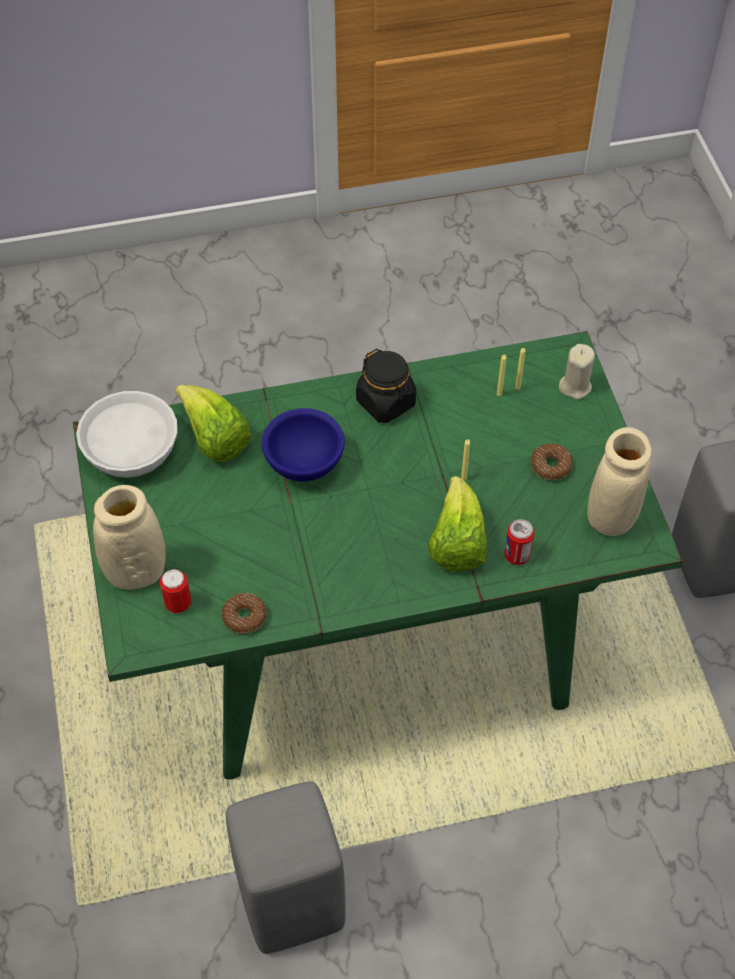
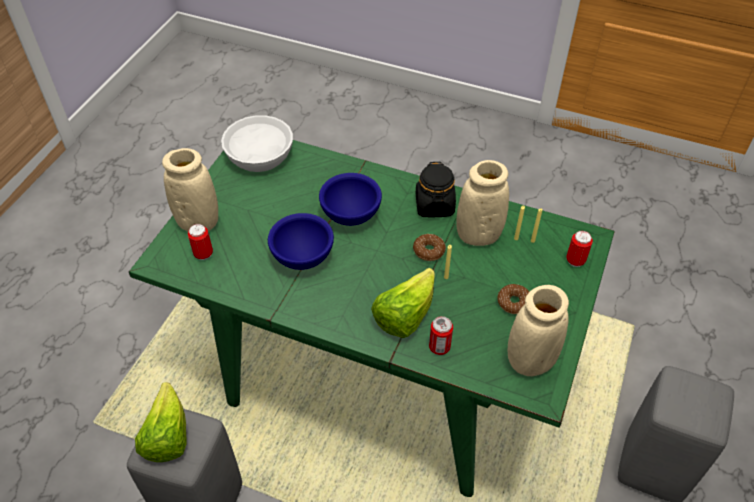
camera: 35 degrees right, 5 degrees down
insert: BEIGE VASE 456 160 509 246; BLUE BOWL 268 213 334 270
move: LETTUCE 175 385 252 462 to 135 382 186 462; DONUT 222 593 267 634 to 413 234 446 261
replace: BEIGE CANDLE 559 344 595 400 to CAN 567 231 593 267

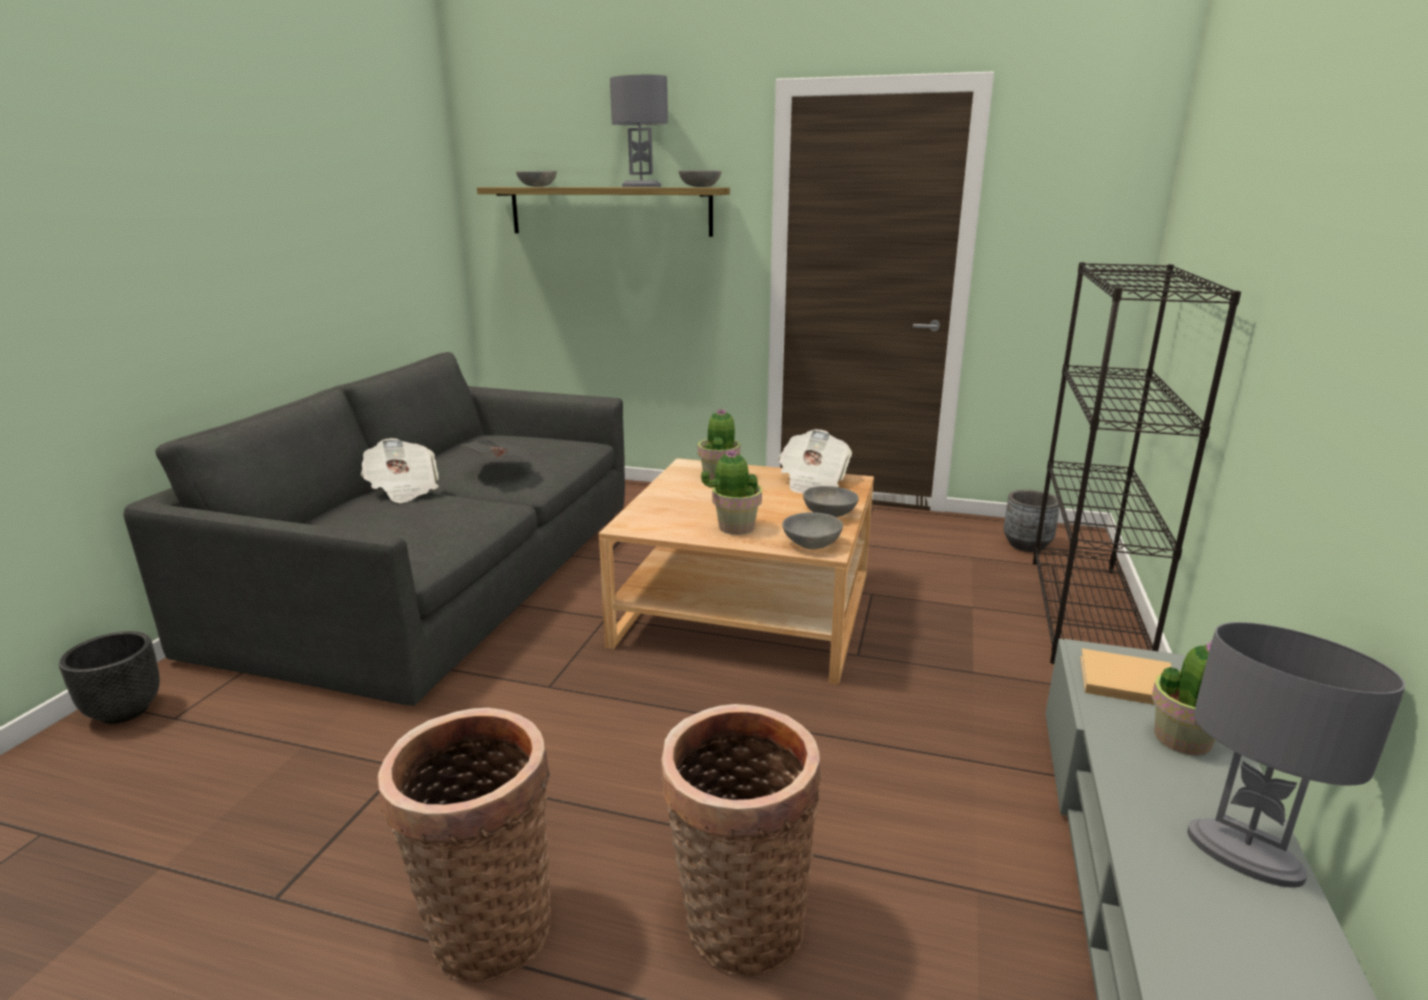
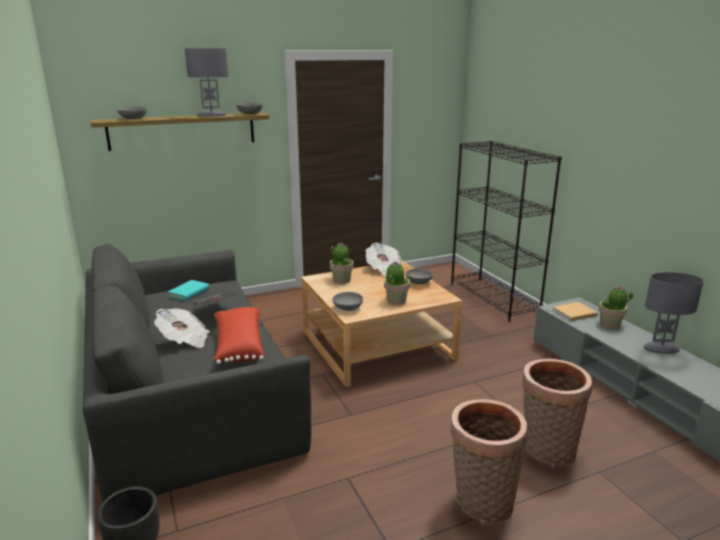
camera: 40 degrees left, 0 degrees up
delete: GREY PLANTER 1004 490 1059 552
insert: TURQUOISE BOOK 168 280 210 301; RED PILLOW 213 307 264 364
move: GREY BOWL 782 512 843 549 to 332 292 363 311

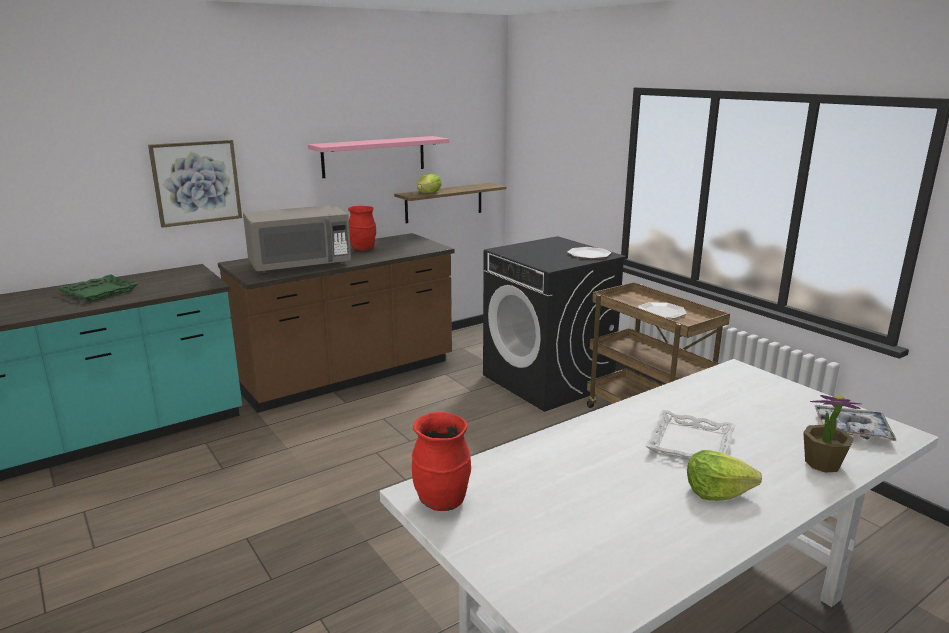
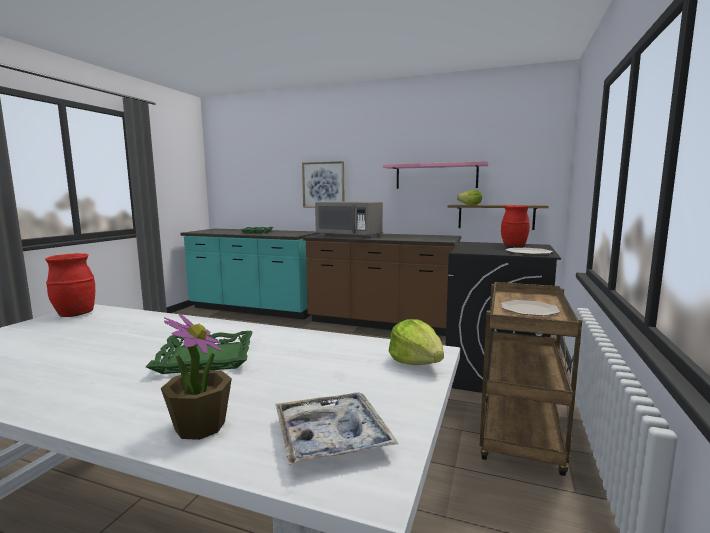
camera: 55 degrees right, 10 degrees down
move: RED VASE 348 206 376 251 to 501 205 530 247; LETTUCE 687 450 762 501 to 389 319 444 365
recolor: WHITE TRAY 645 410 735 461 to GREEN TRAY 146 331 253 374

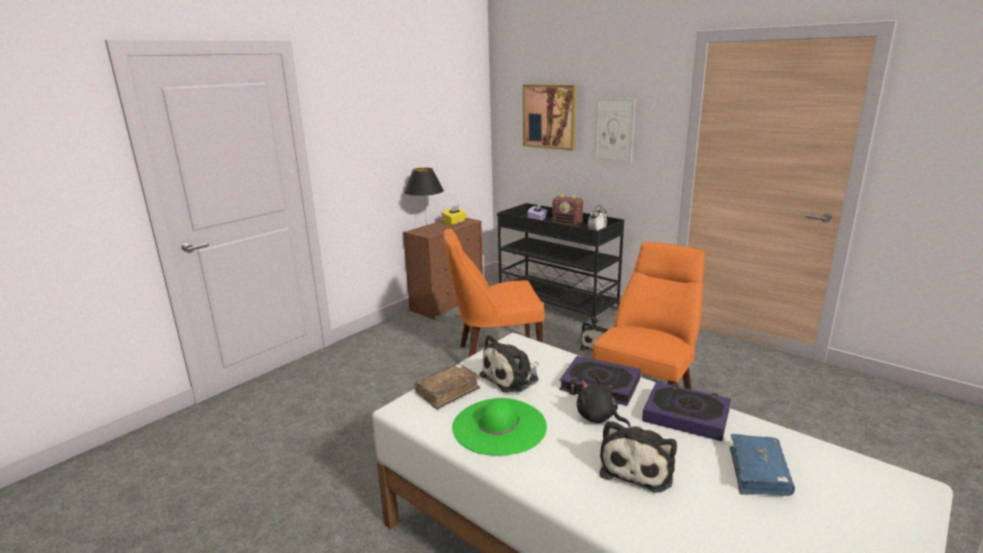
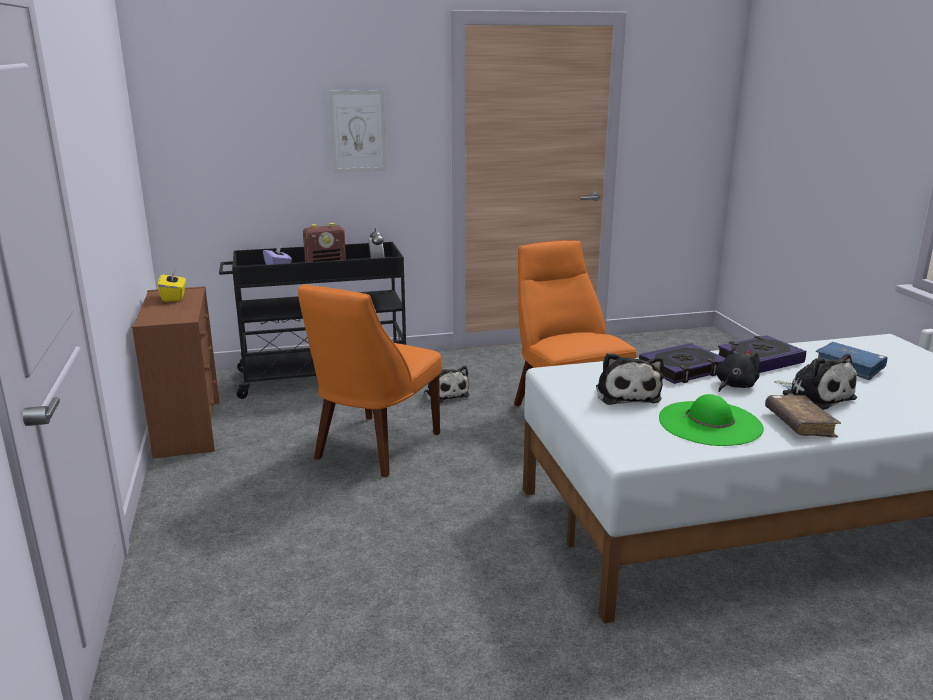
camera: 55 degrees left, 0 degrees up
delete: PICTURE 523 84 577 151; BLACK TABLE LAMP 404 168 444 230
move: BROWN BOOK 415 363 481 410 to 765 395 841 438
rotate: BLACK PLUSH TOY 577 376 631 427 = 716 347 760 392 150 degrees clockwise

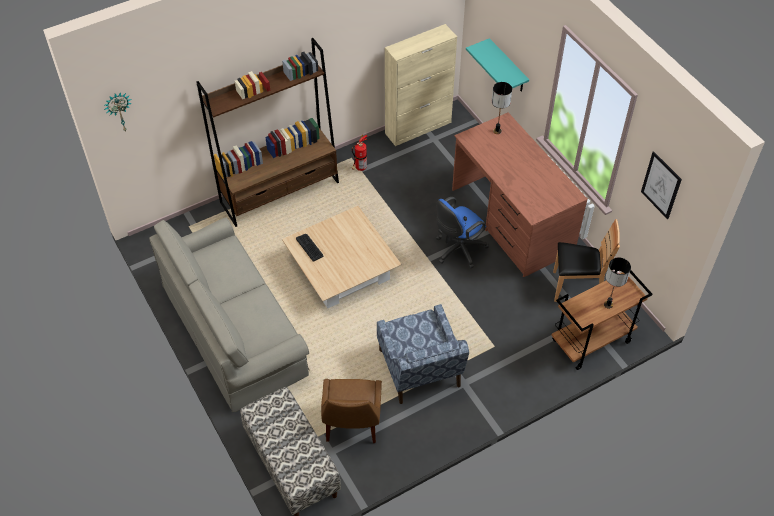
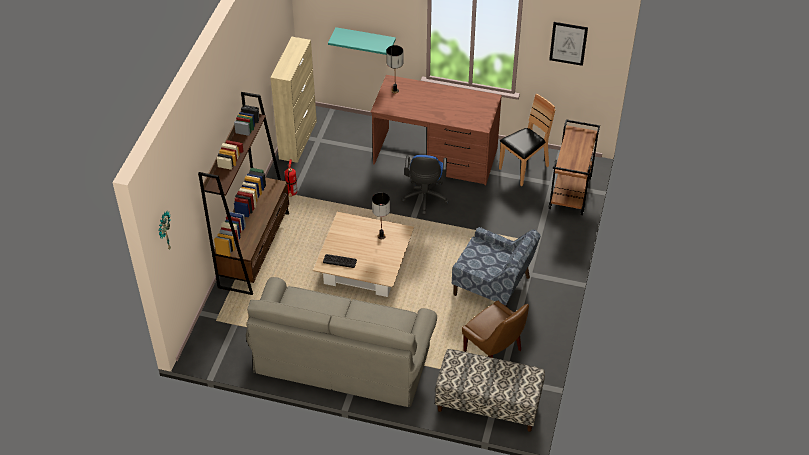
camera: 45 degrees left, 5 degrees down
move: TABLE LAMP 604 257 631 309 to 372 192 390 240

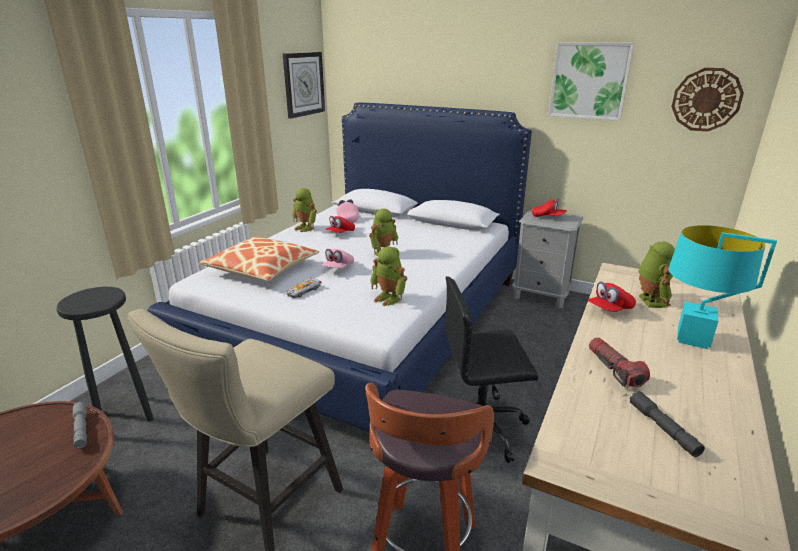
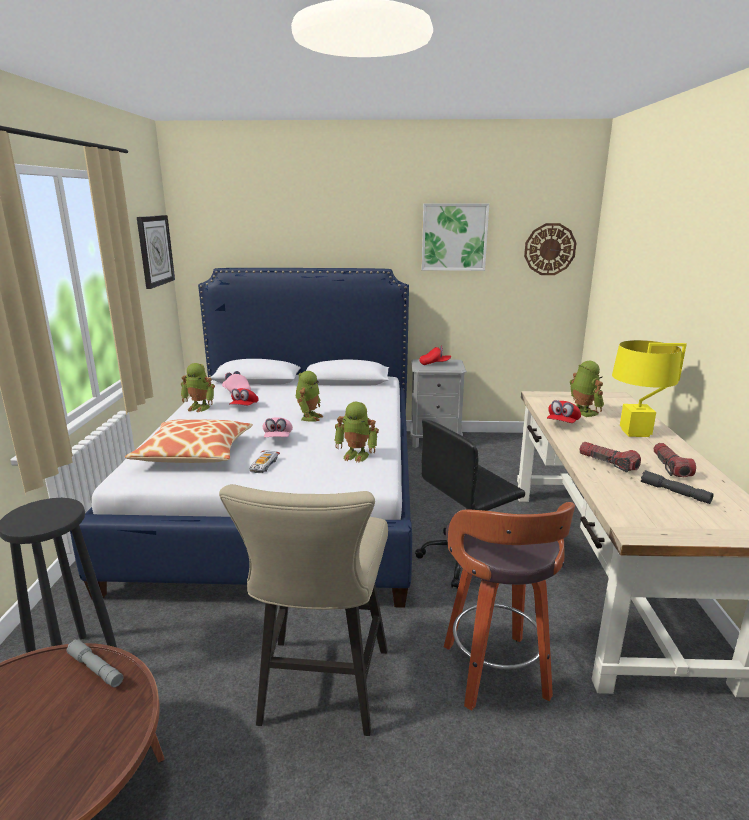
camera: 25 degrees left, 5 degrees down
insert: FLASHLIGHT 653 443 696 477
recolor: TURQUOISE TABLE LAMP 669 225 777 349 to YELLOW TABLE LAMP 612 340 687 437

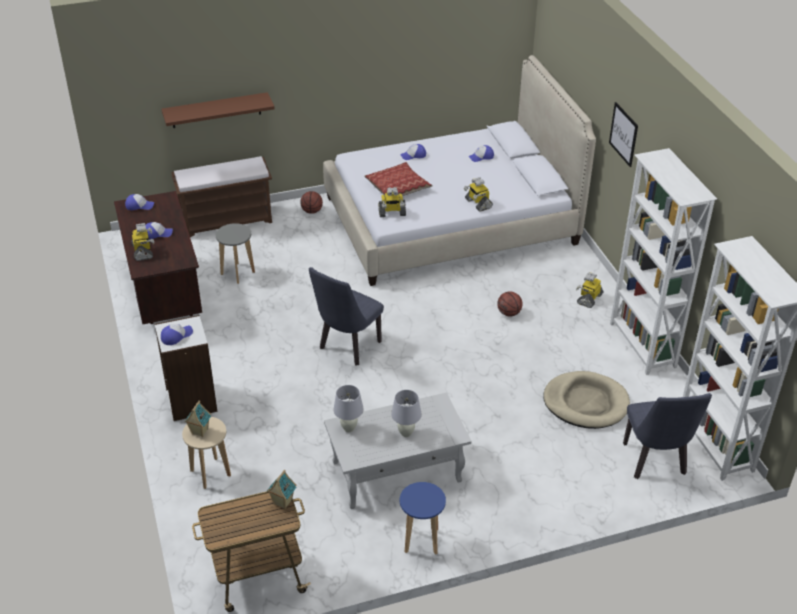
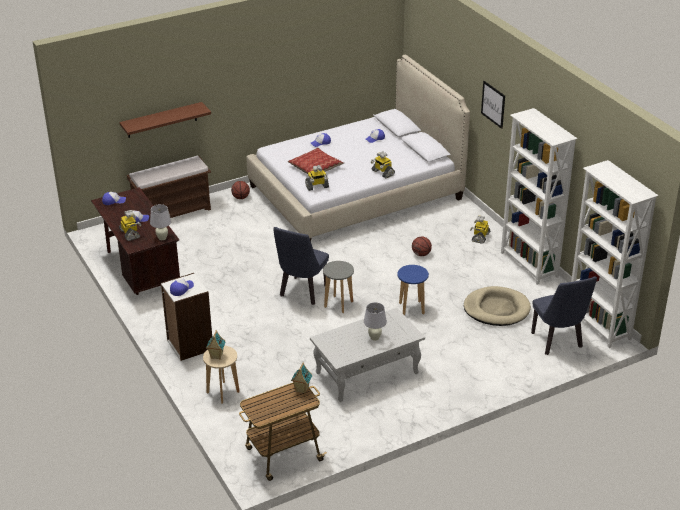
camera: 10 degrees left, 5 degrees down
move: GREY STOOL 216 223 255 284 to 323 261 354 313; WHITE TABLE LAMP 333 385 364 432 to 150 204 171 240; BLUE STOOL 400 482 446 554 to 397 265 429 315

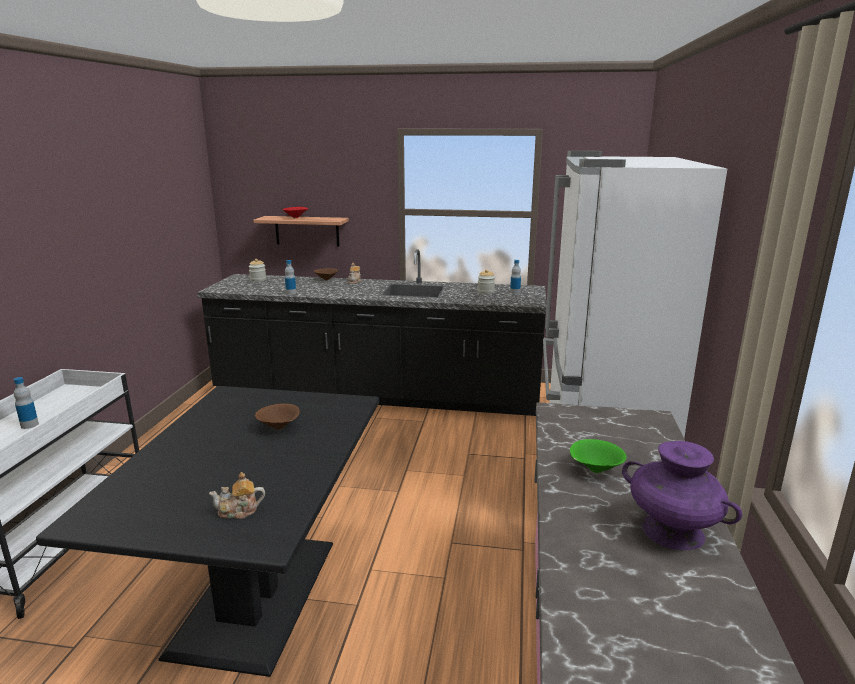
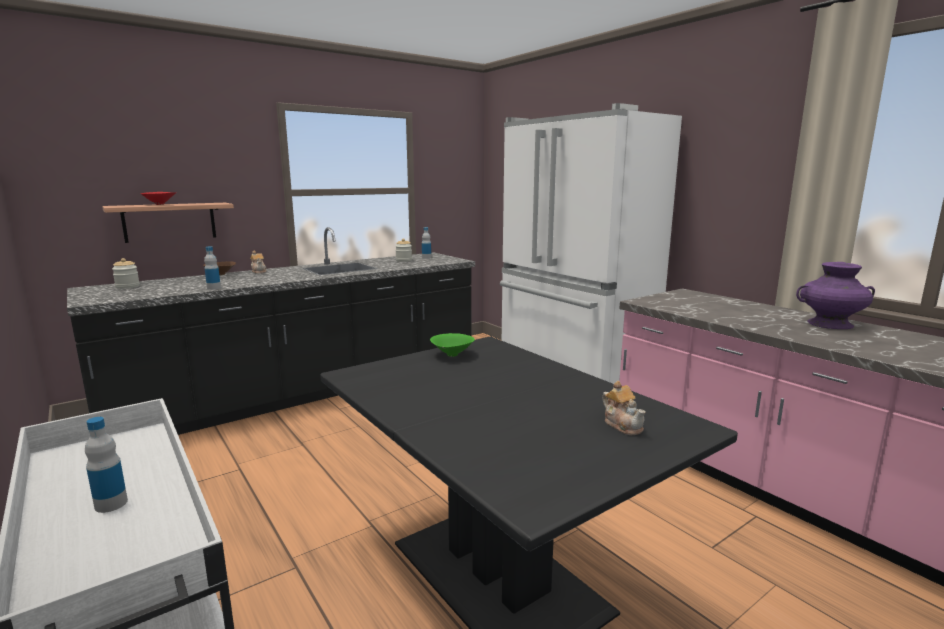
camera: 45 degrees left, 5 degrees down
delete: BROWN BOWL 255 404 300 430
move: GREEN BOWL 570 439 626 473 to 430 333 475 357
rotate: TEAPOT 209 472 265 519 = 602 381 646 435 60 degrees counterclockwise

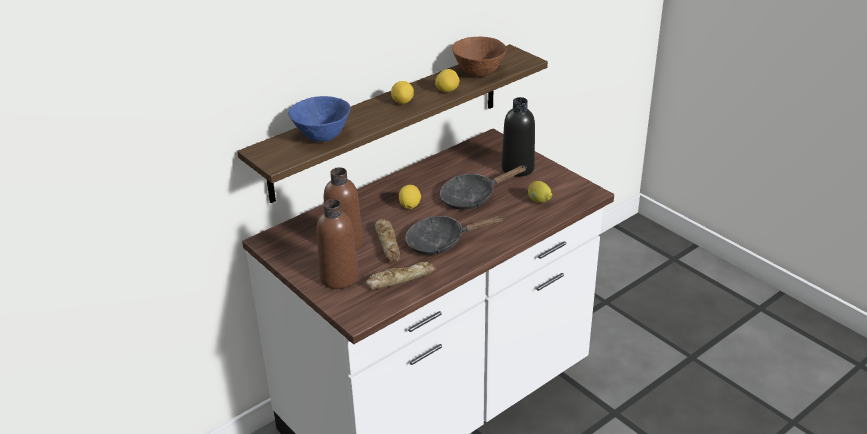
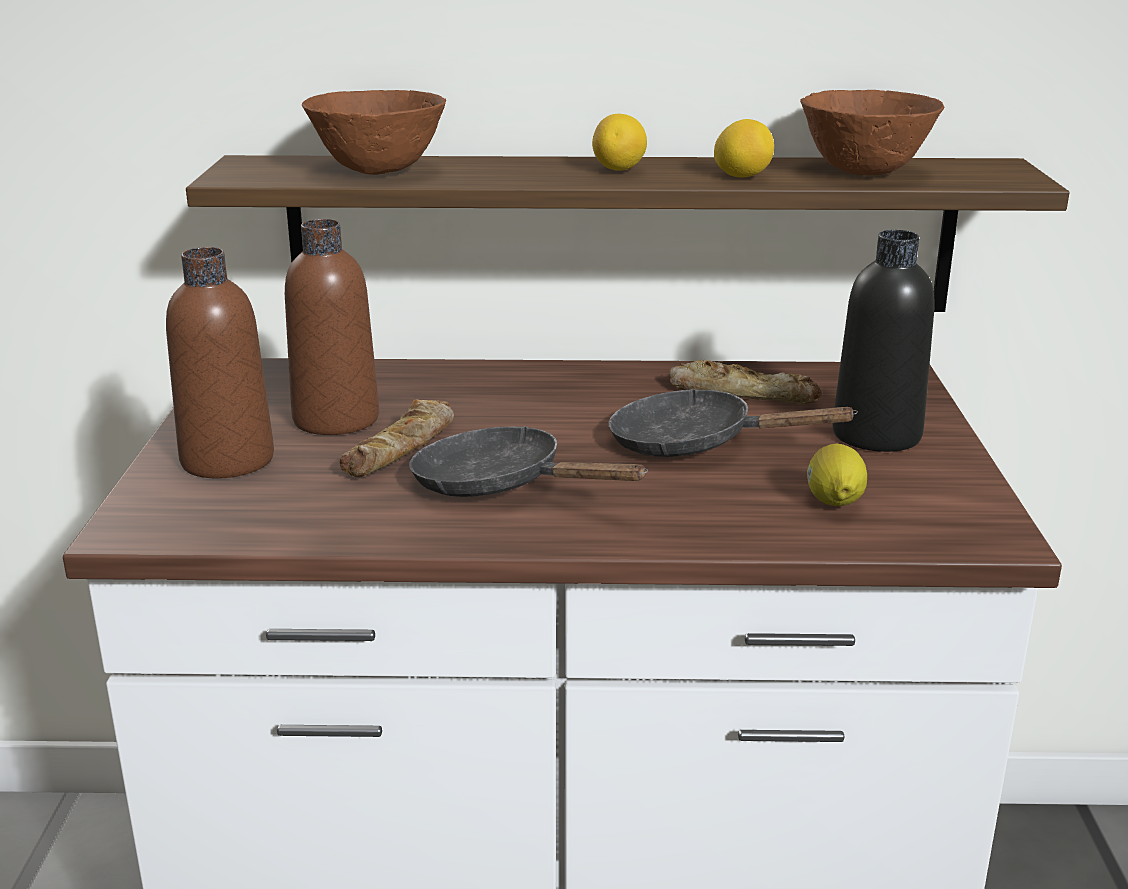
camera: 40 degrees right, 10 degrees down
delete: LEMON 399 185 421 209
move: BREAD 366 262 436 290 to 669 360 822 404
recolor: BLUE BOWL 288 96 351 142 to BROWN BOWL 302 90 446 175

